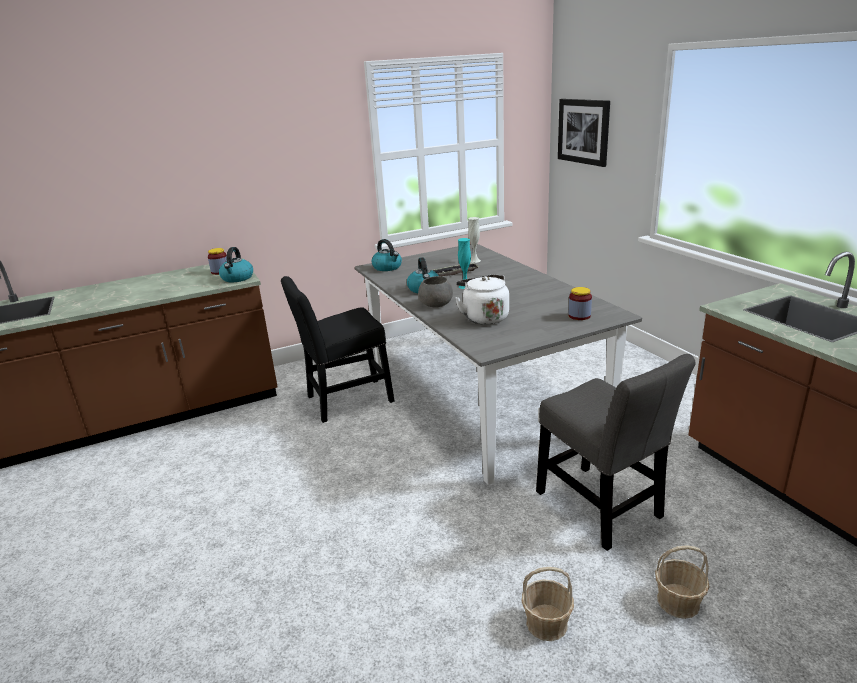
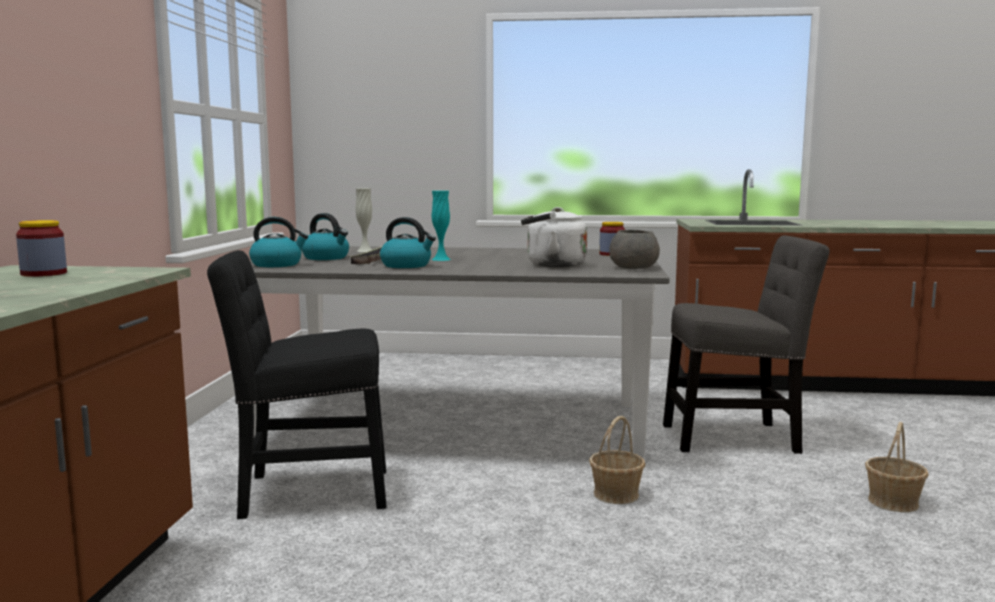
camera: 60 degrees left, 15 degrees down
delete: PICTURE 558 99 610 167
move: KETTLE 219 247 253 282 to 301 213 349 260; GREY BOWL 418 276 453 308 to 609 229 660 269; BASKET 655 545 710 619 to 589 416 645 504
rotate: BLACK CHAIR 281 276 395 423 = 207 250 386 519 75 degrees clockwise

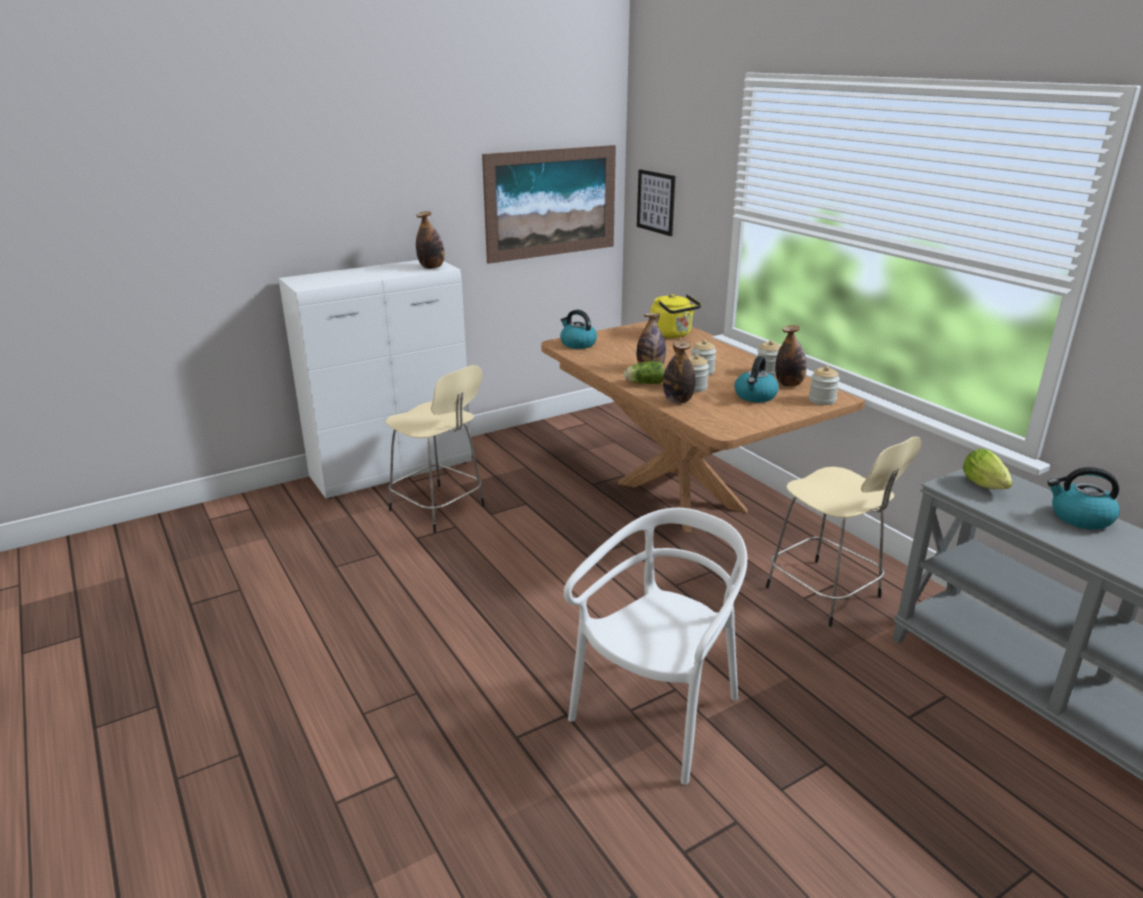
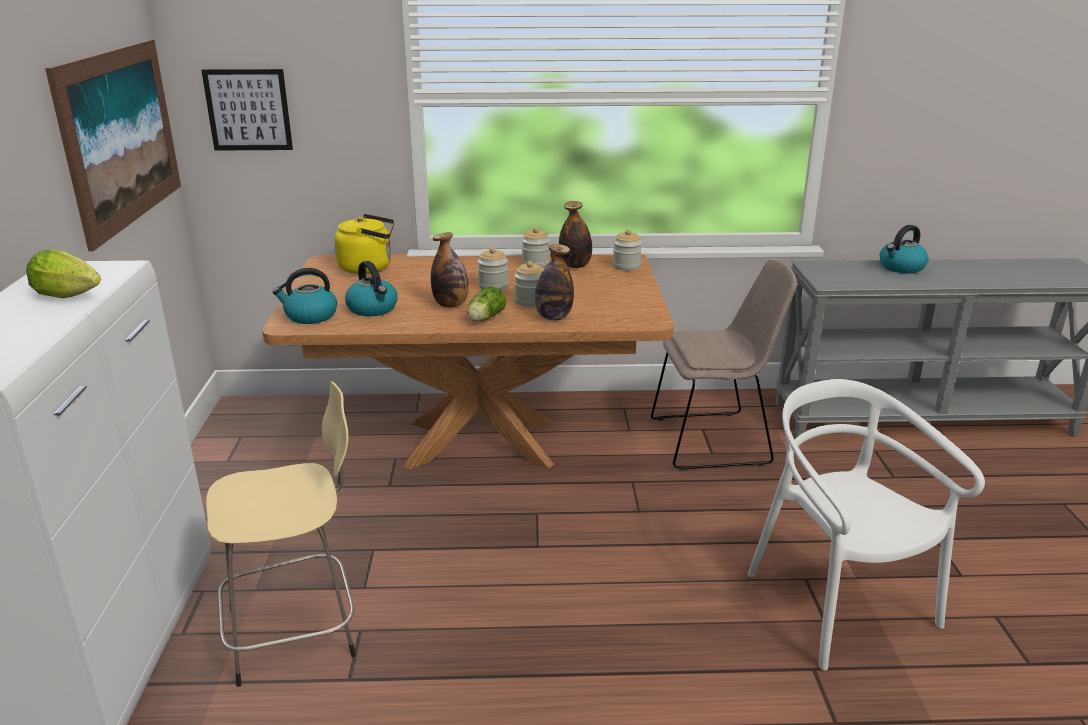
camera: 60 degrees left, 0 degrees up
delete: BOTTLE 416 211 445 269
move: KETTLE 735 356 779 402 to 345 261 398 316; LETTUCE 963 449 1012 489 to 26 249 101 298
replace: BEIGE STOOL 766 436 921 627 to BEIGE CHAIR 651 259 797 471

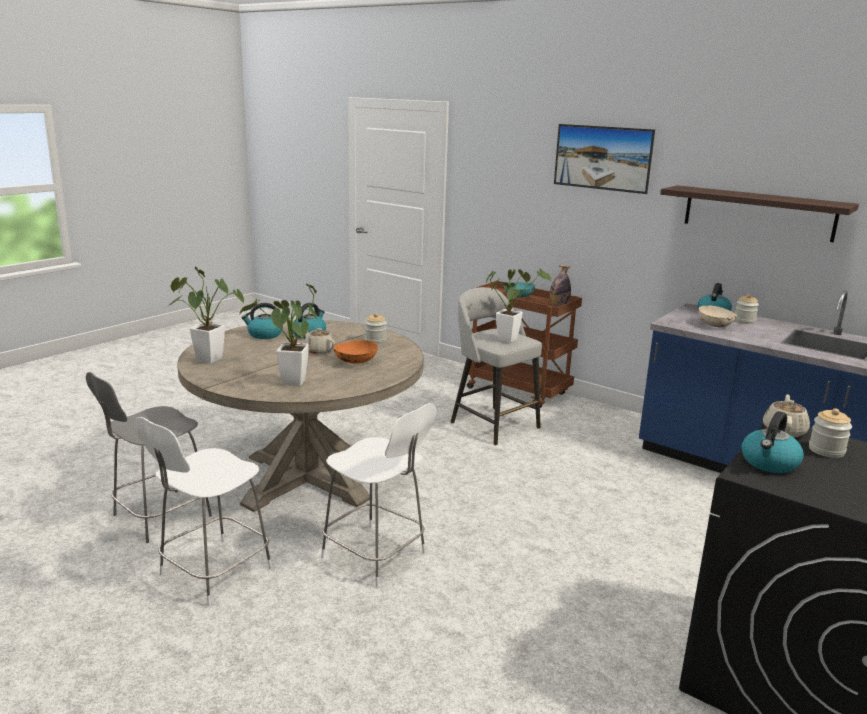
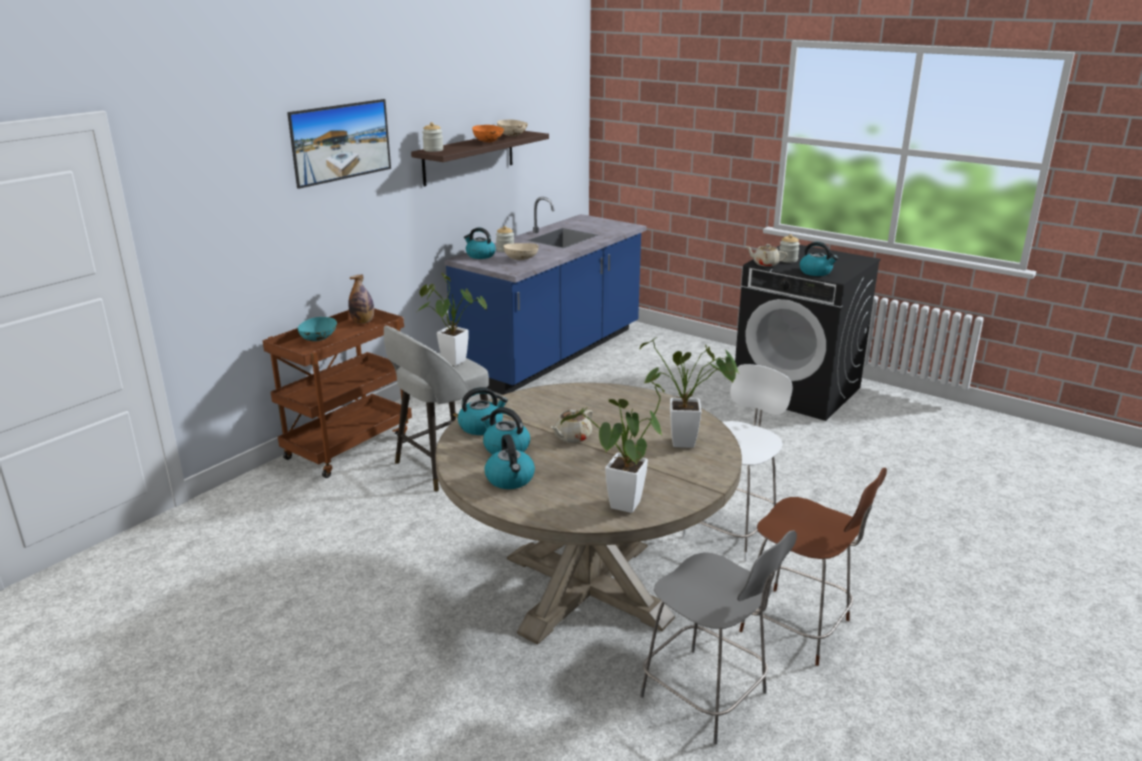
camera: 90 degrees left, 5 degrees up
insert: BEIGE BOWL 497 120 528 136; KETTLE 458 387 508 435
move: JAR 365 313 387 344 to 422 122 443 152; ORANGE BOWL 333 340 378 364 to 472 125 504 142
recolor: WHITE CHAIR 134 417 272 606 to BROWN CHAIR 739 468 887 666

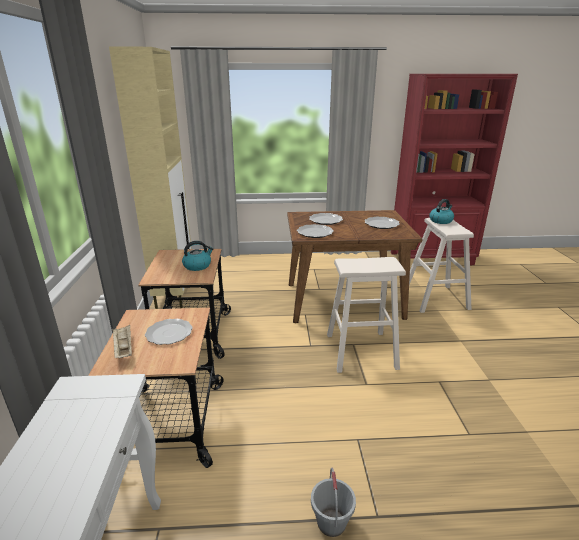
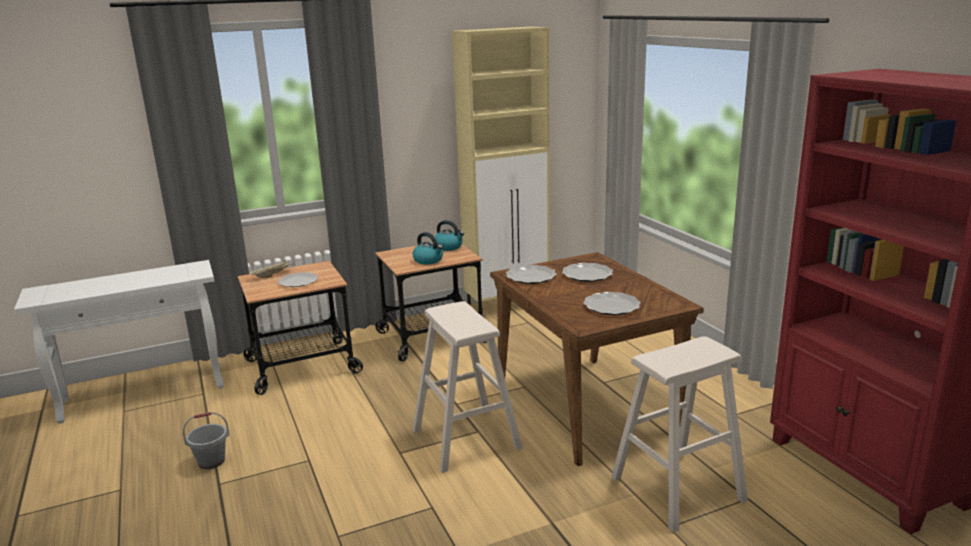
camera: 70 degrees right, 5 degrees down
move: KETTLE 429 199 454 224 to 435 220 464 251

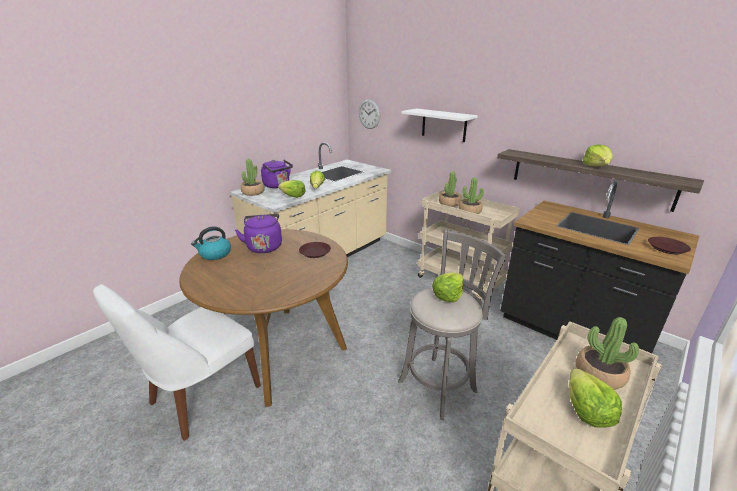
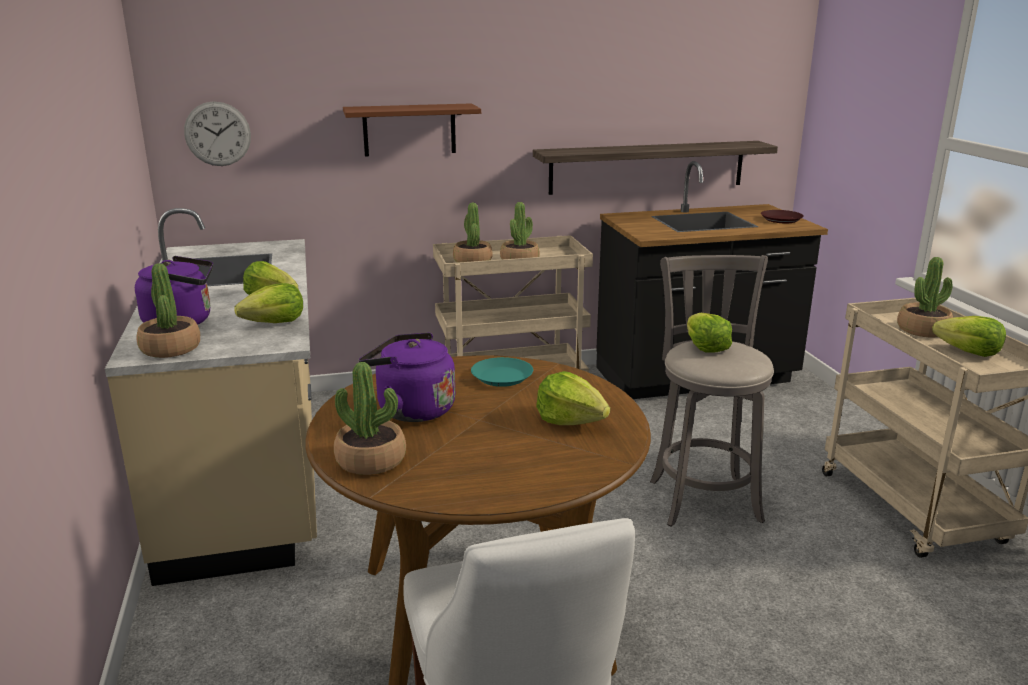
camera: 55 degrees left, 5 degrees down
move: LETTUCE 583 144 613 166 to 536 371 610 425
replace: KETTLE 191 226 231 260 to POTTED PLANT 334 362 406 475
recolor: WHITE SHELF 401 108 478 142 to BROWN SHELF 343 103 481 156; BROWN PLATE 299 242 331 258 to TURQUOISE PLATE 471 357 533 387

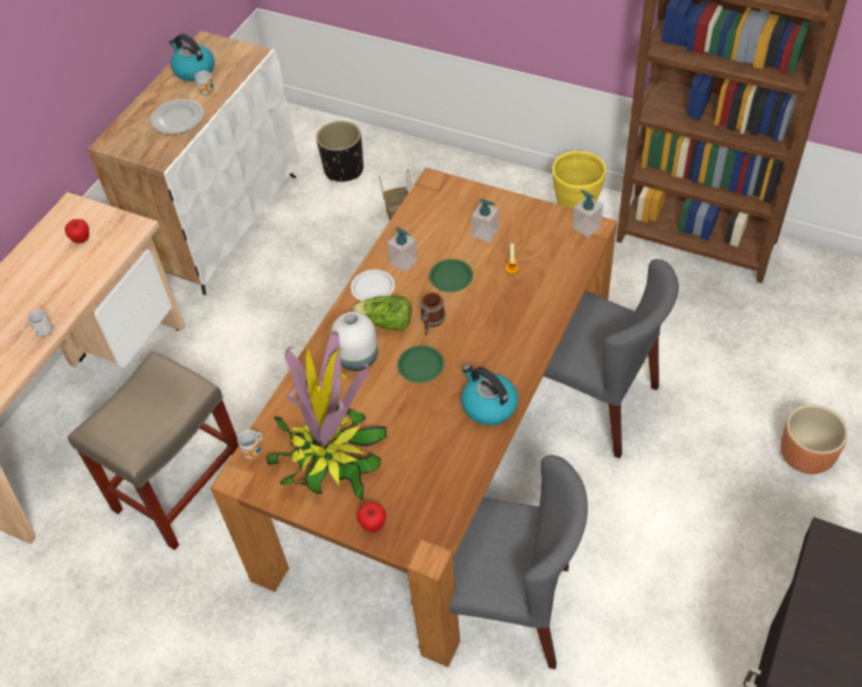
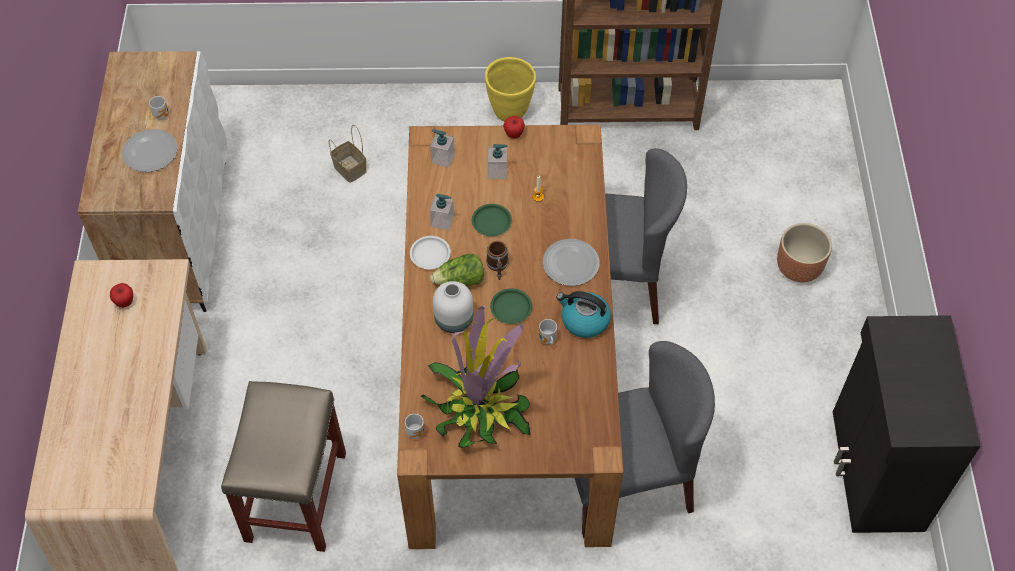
camera: 30 degrees left, 5 degrees up
delete: KETTLE 169 33 214 81; BLACK PLANTER 316 121 364 182
insert: PLATE 543 239 600 286
move: SOAP DISPENSER 573 190 603 238 to 430 130 455 168; MUG 28 309 53 337 to 539 319 557 345; APPLE 357 502 386 533 to 503 116 525 139

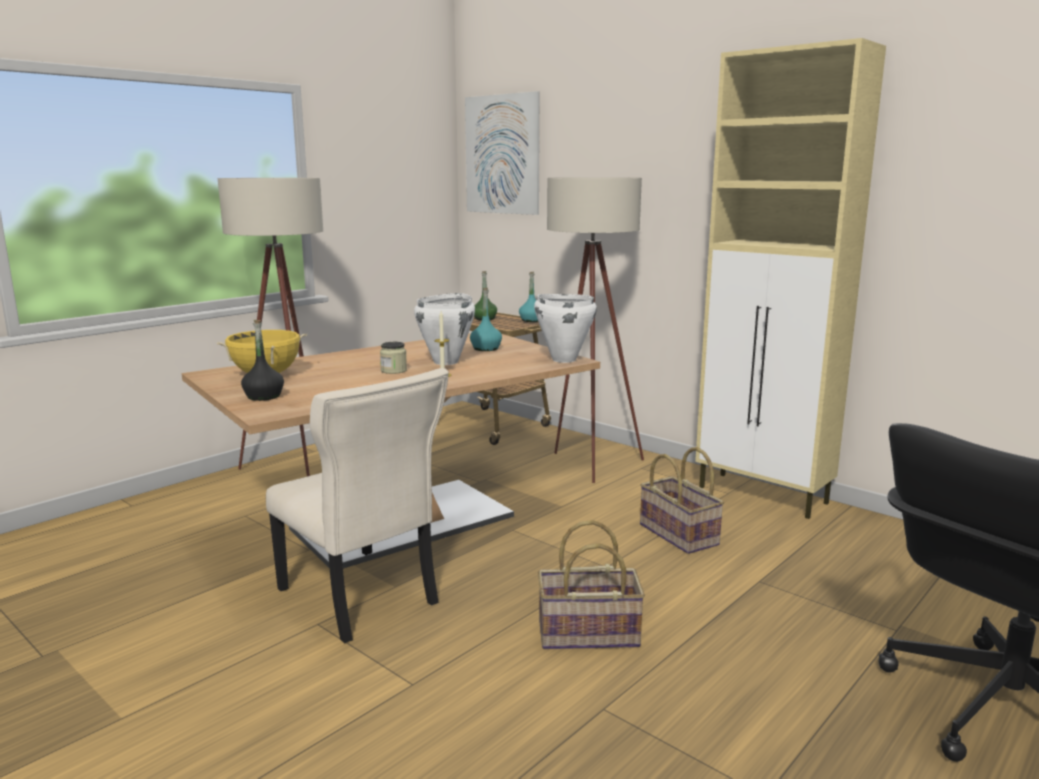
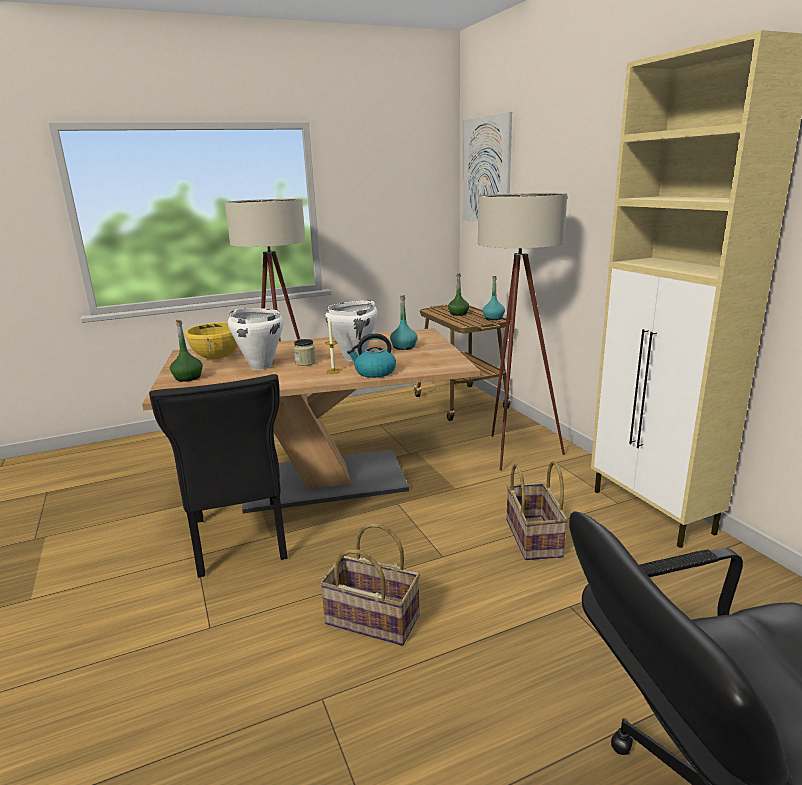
camera: 25 degrees right, 5 degrees up
insert: KETTLE 347 333 396 378
move: WHITE COOKING POT 534 294 597 363 to 228 308 284 370
recolor: BLACK BOTTLE 241 320 284 401 to GREEN BOTTLE 170 320 203 382; BEIGE CHAIR 266 368 449 643 to BLACK CHAIR 149 374 288 578

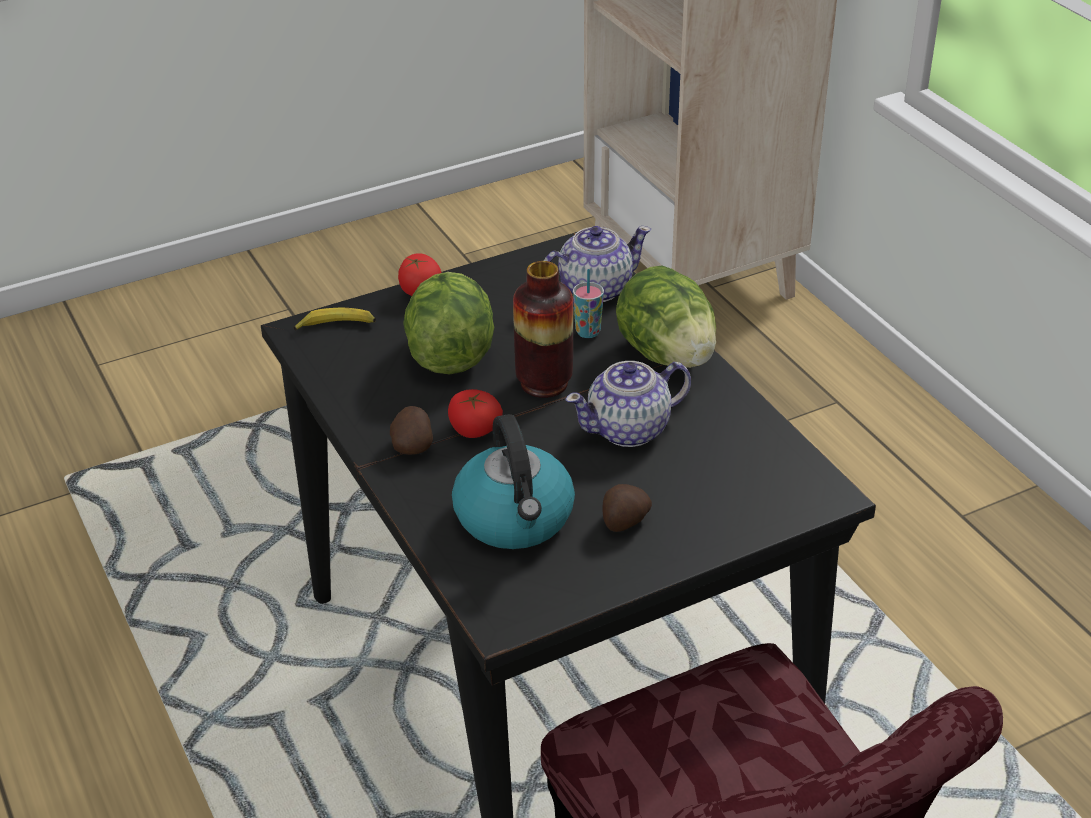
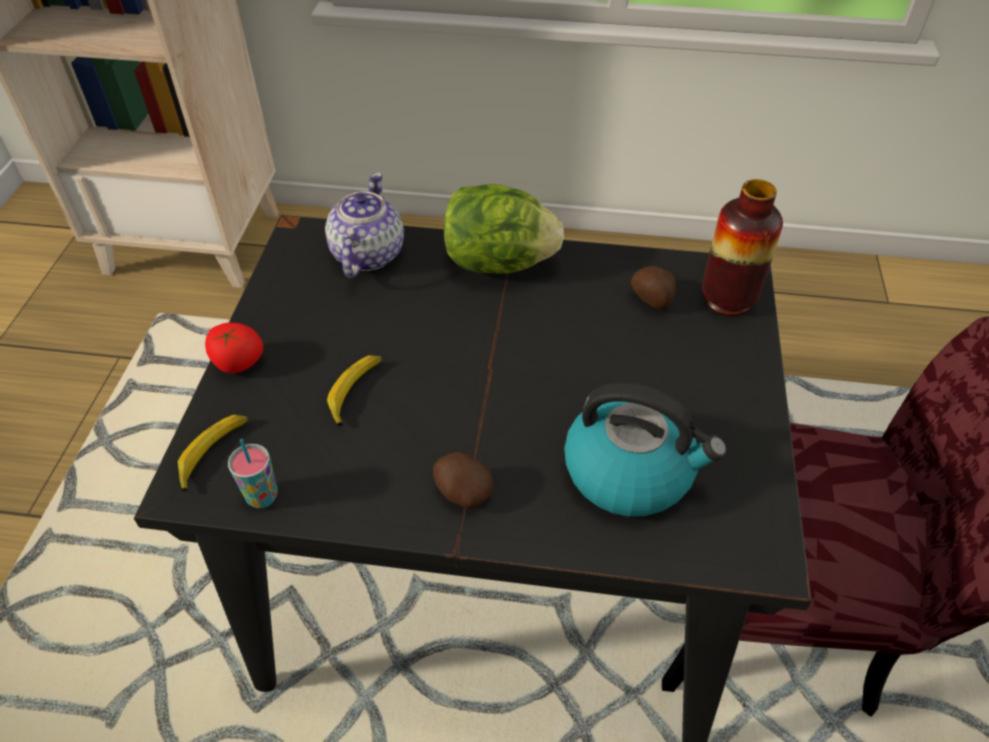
camera: 55 degrees left, 10 degrees up
delete: TEAPOT 566 361 691 447; TOMATO 448 389 503 438
move: VASE 513 261 573 398 to 702 179 783 317; CUP 573 269 604 338 to 228 439 278 508; POTATO 602 484 652 532 to 631 266 676 309
replace: LETTUCE 403 272 494 374 to BANANA 327 355 382 426

